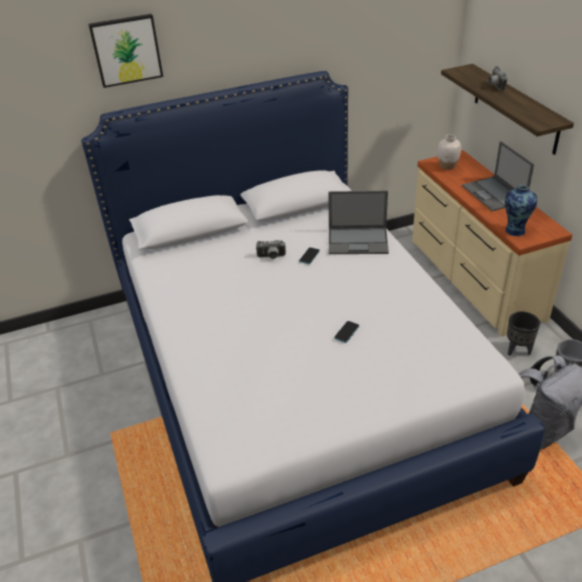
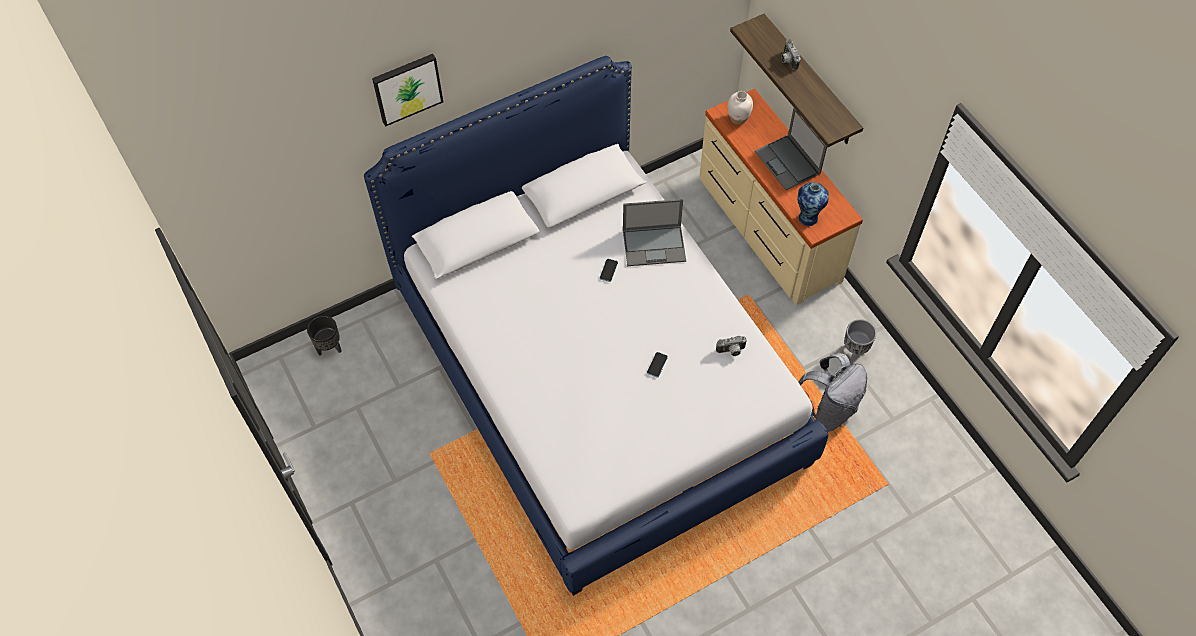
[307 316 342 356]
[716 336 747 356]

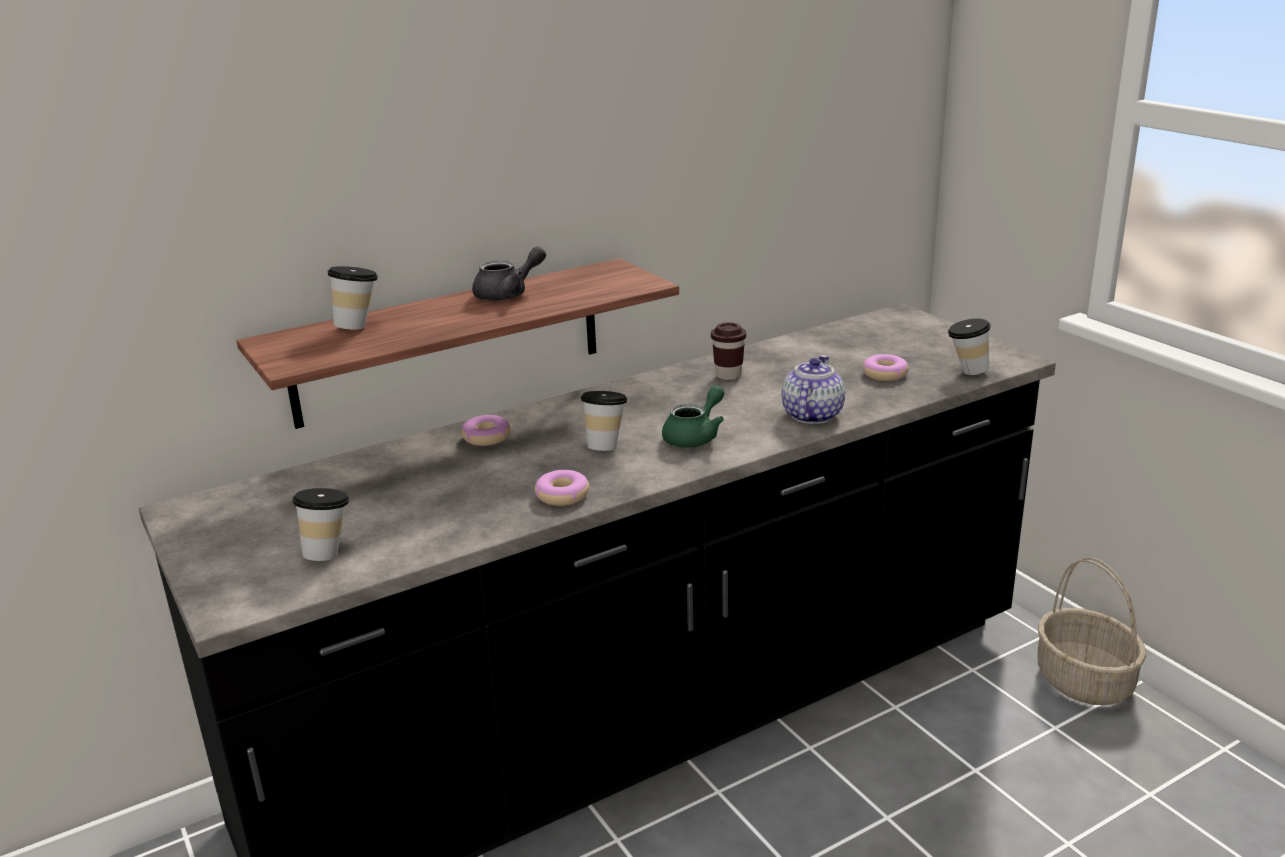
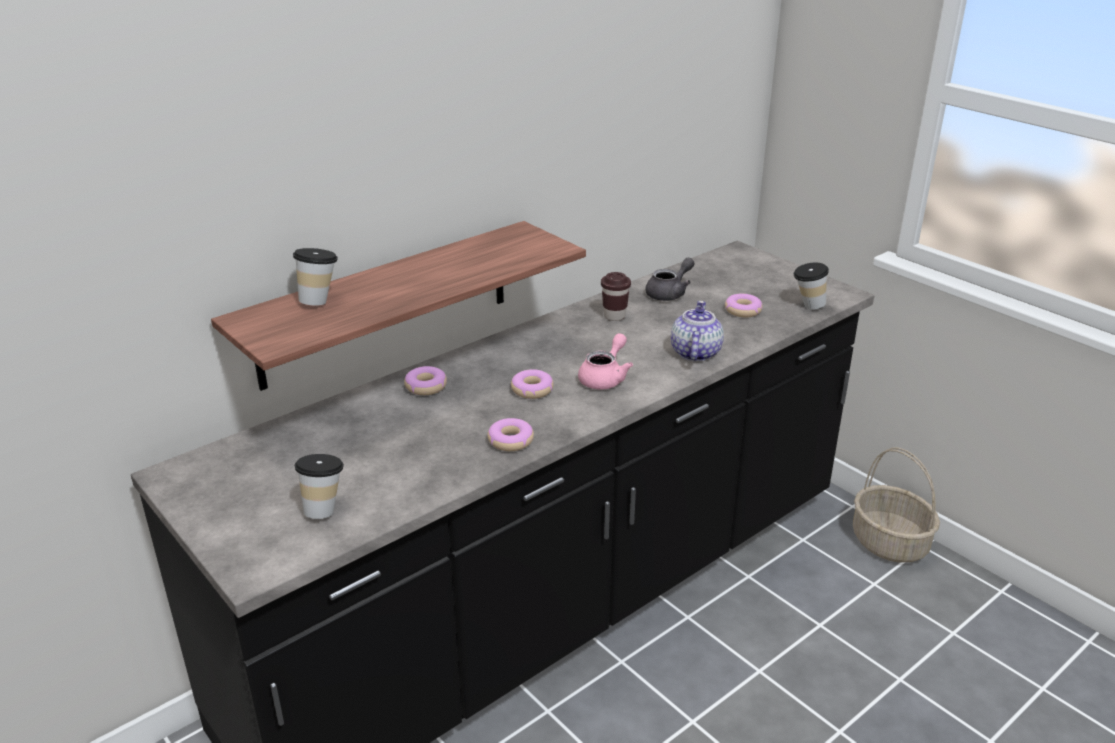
[511 369 554 399]
[578 333 633 389]
[645 258 695 301]

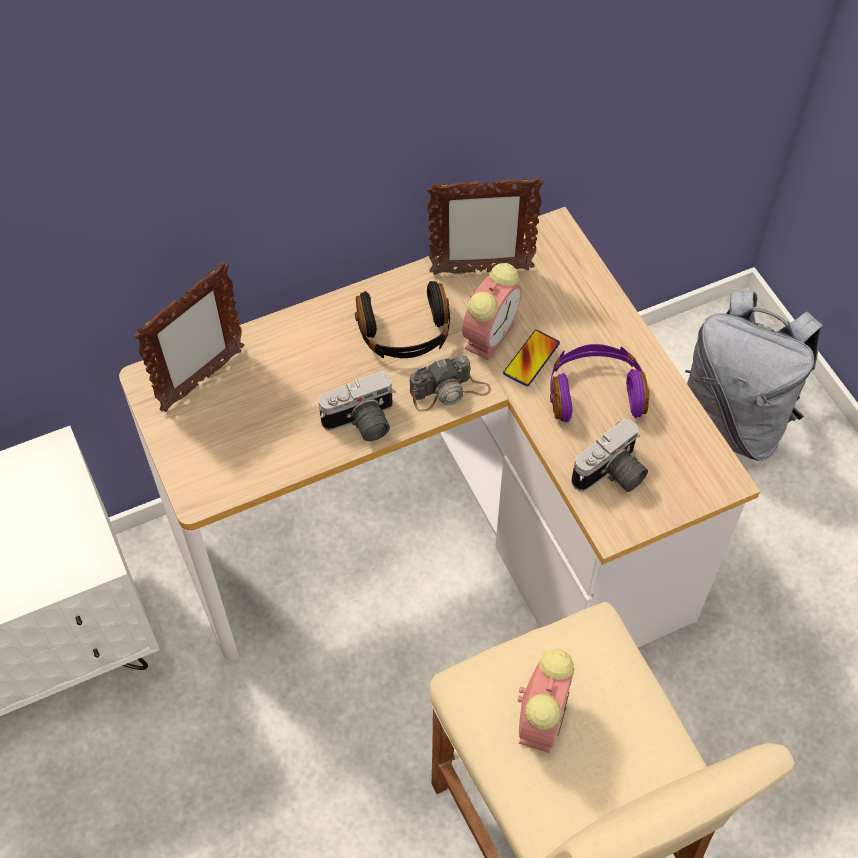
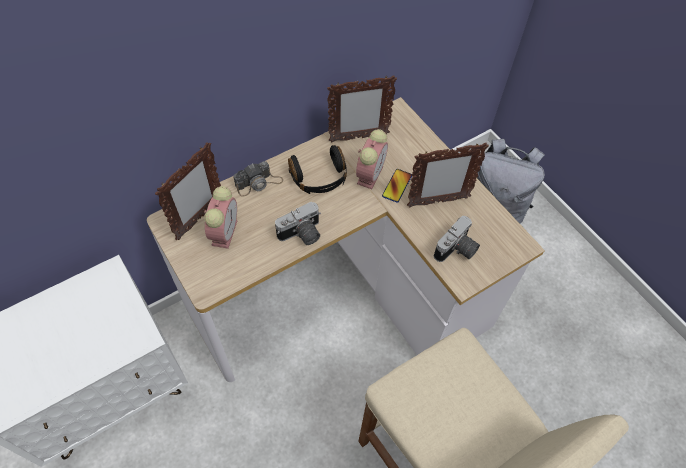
[204 186 238 249]
[233 161 283 197]
[407 143 489 208]

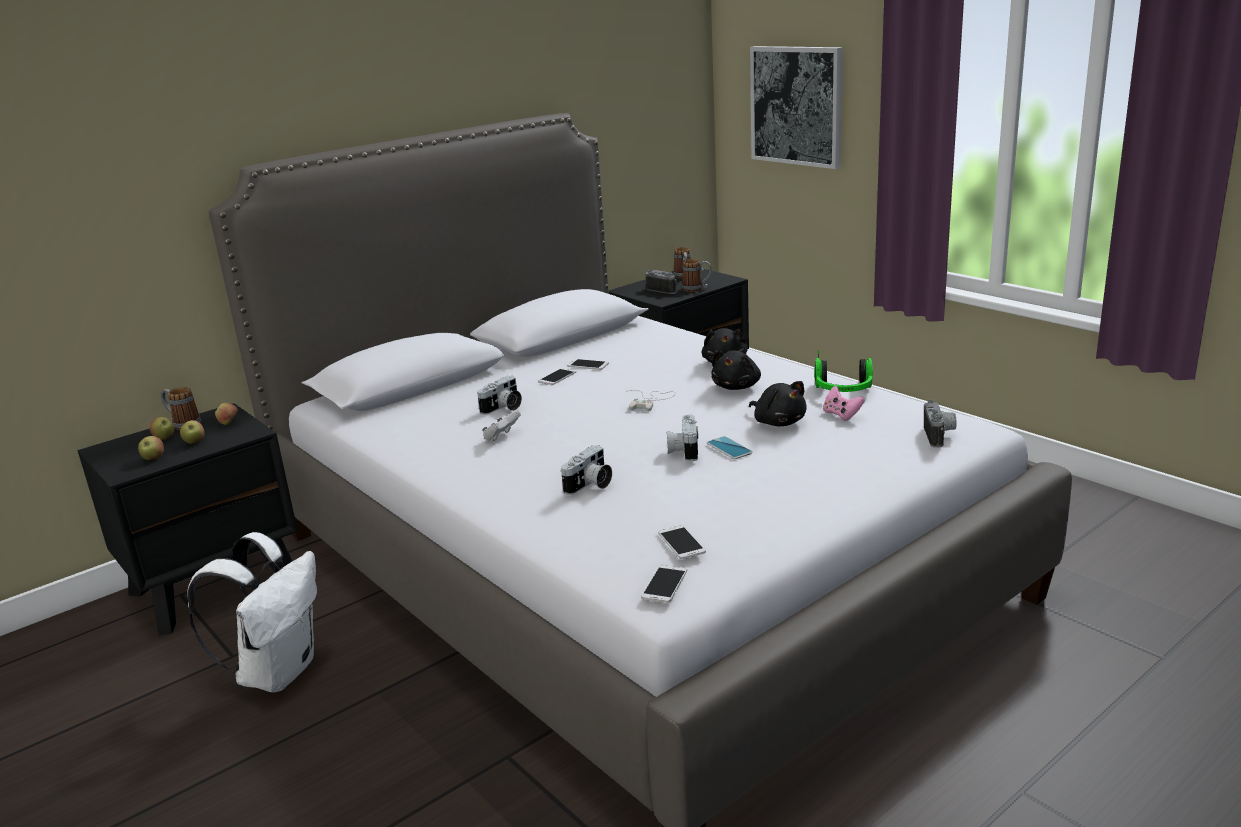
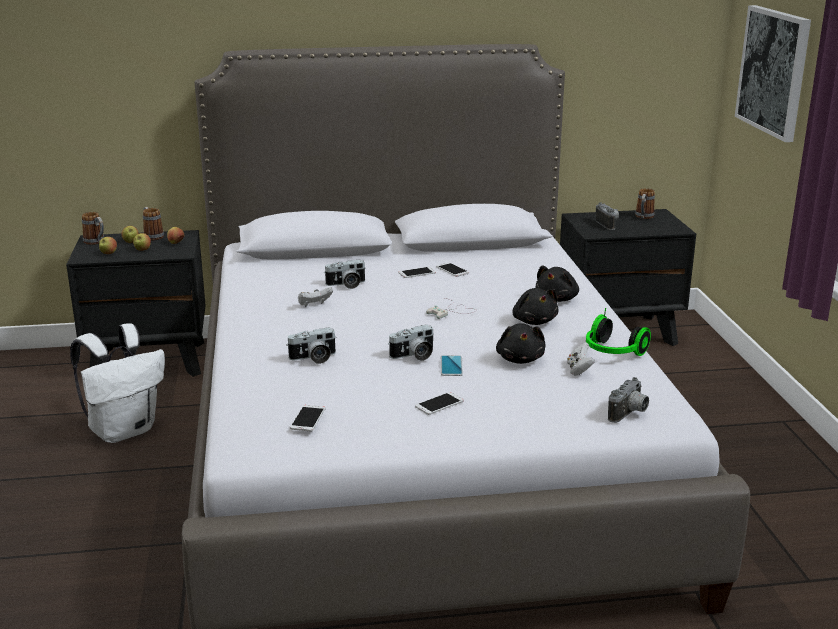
[82 212 104 245]
[388 325 434 361]
[415 392 464 415]
[512 288 558 325]
[567 342 595 376]

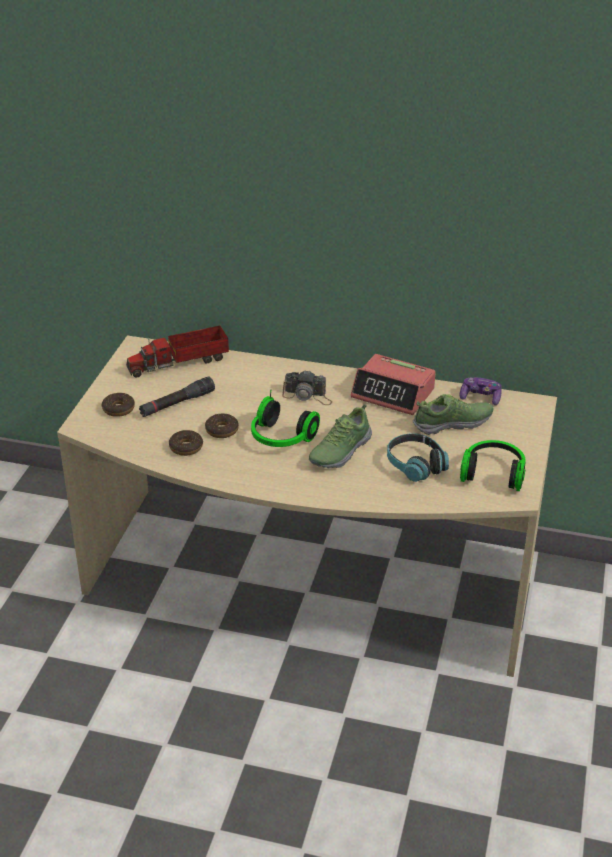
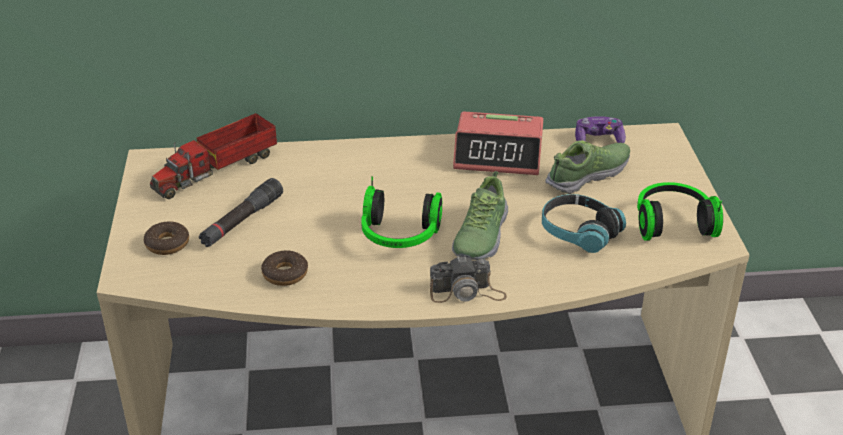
[430 255 507 303]
[205 414 239 438] (first image)

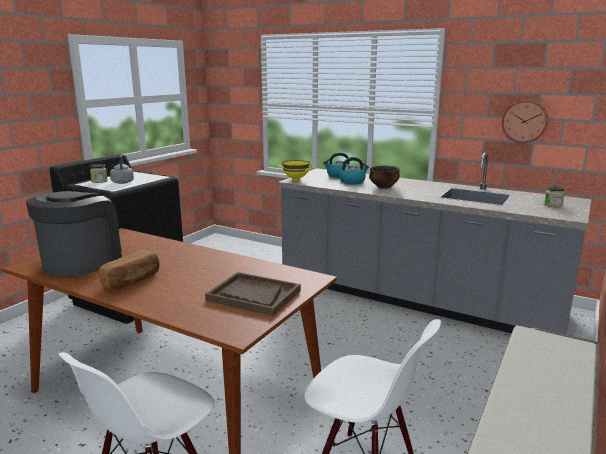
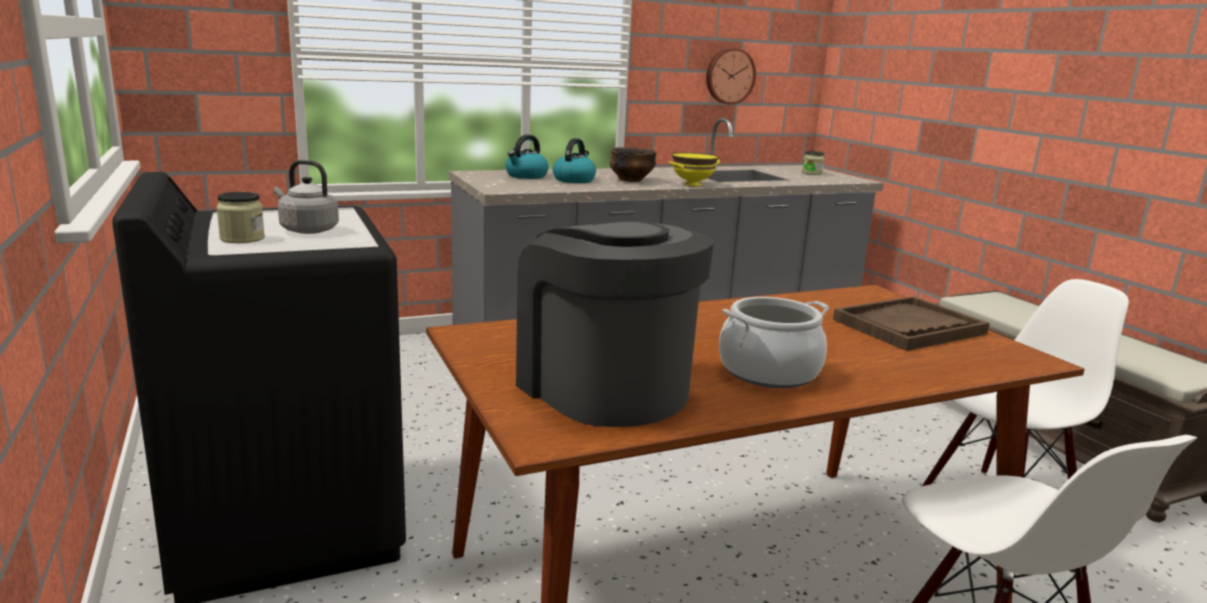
[668 152 720 186]
[719 297 829 388]

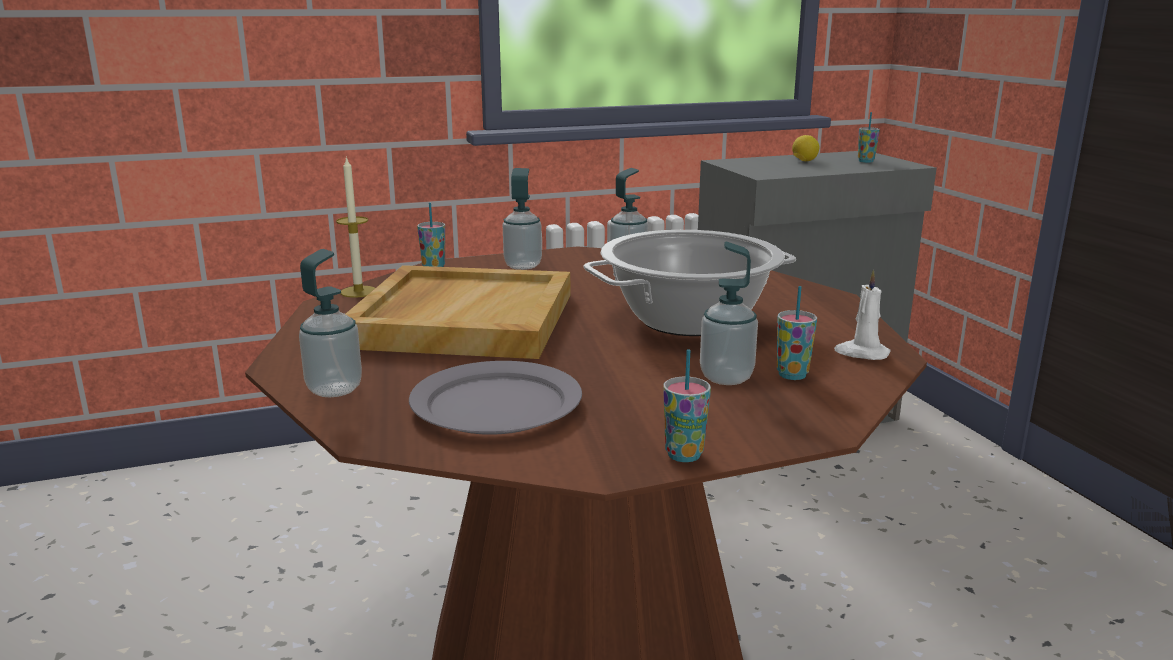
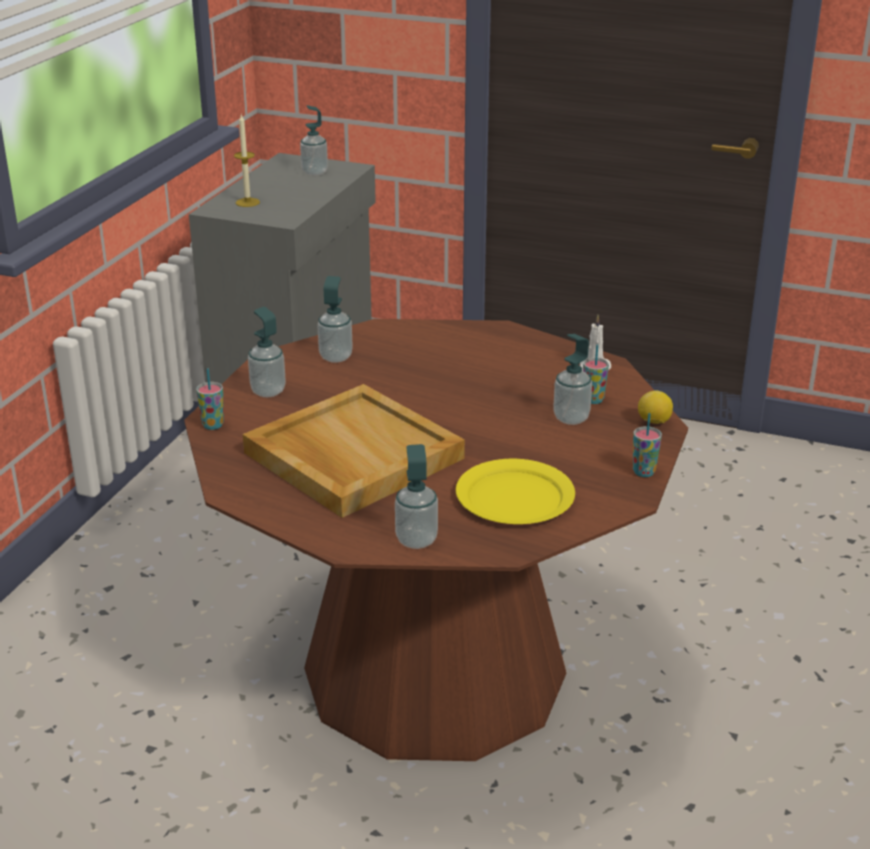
[234 115 260 207]
[300 105 328 176]
[456 459 575 524]
[638 390 673 424]
[584 230 796 336] (first image)

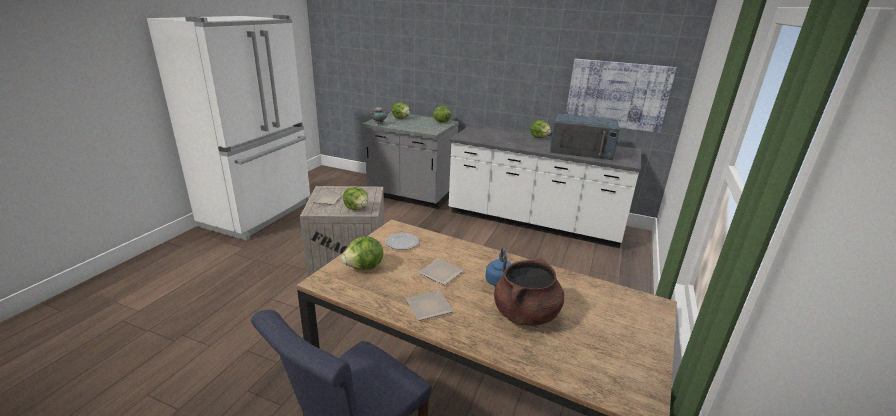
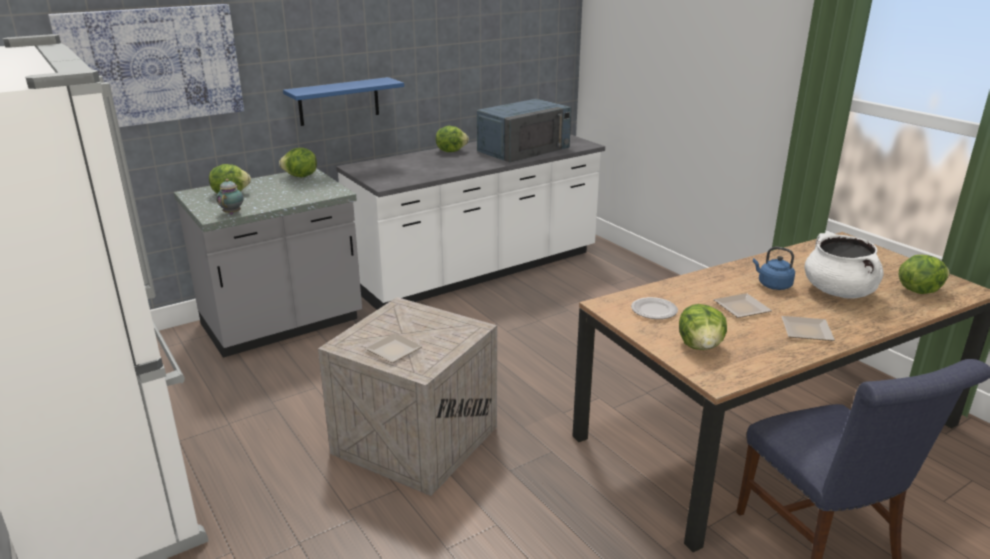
[48 4 244 127]
[283 77 404 126]
[805 233 884 299]
[899 255 950 294]

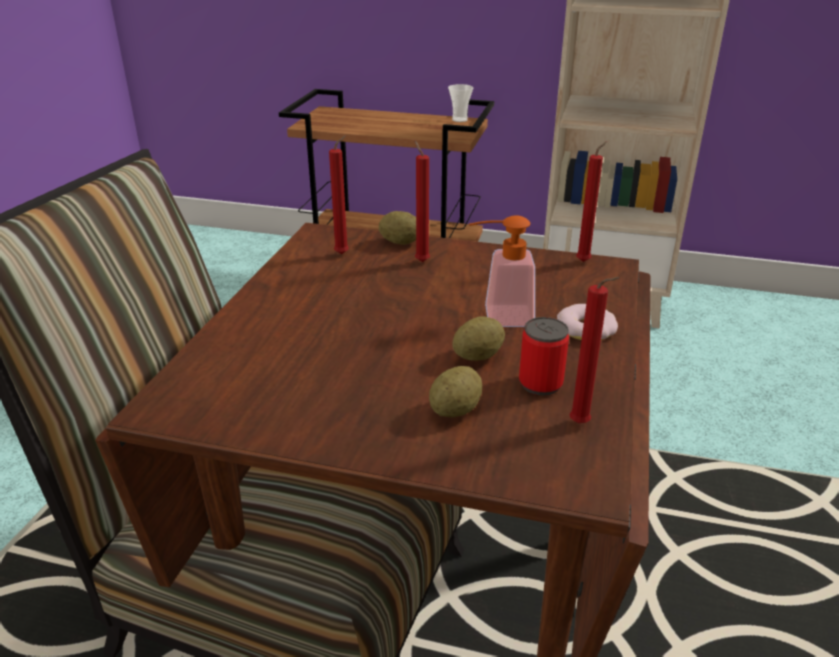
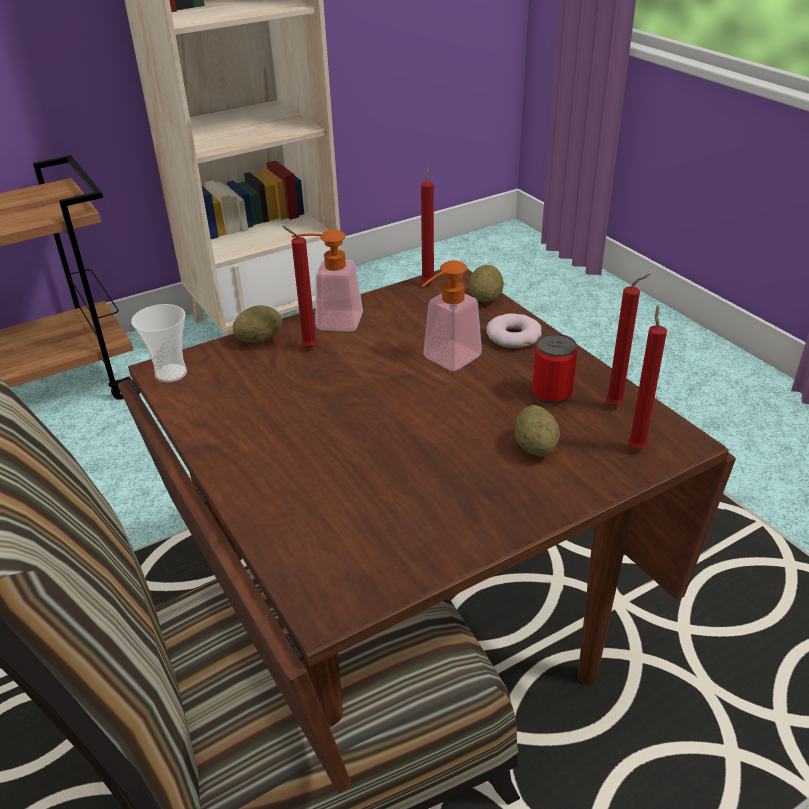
[131 304 187 382]
[292 230 363 332]
[469 265 504 302]
[628 305 667 449]

